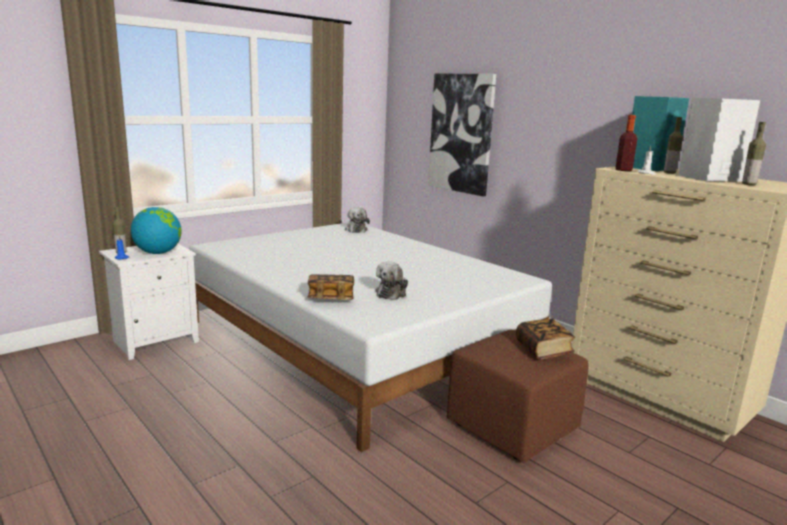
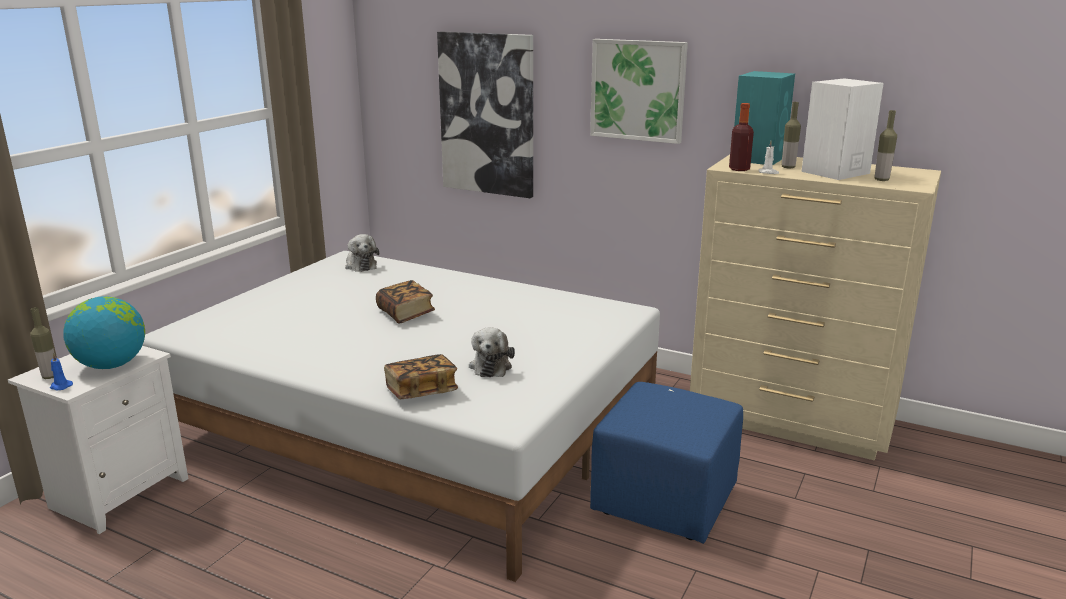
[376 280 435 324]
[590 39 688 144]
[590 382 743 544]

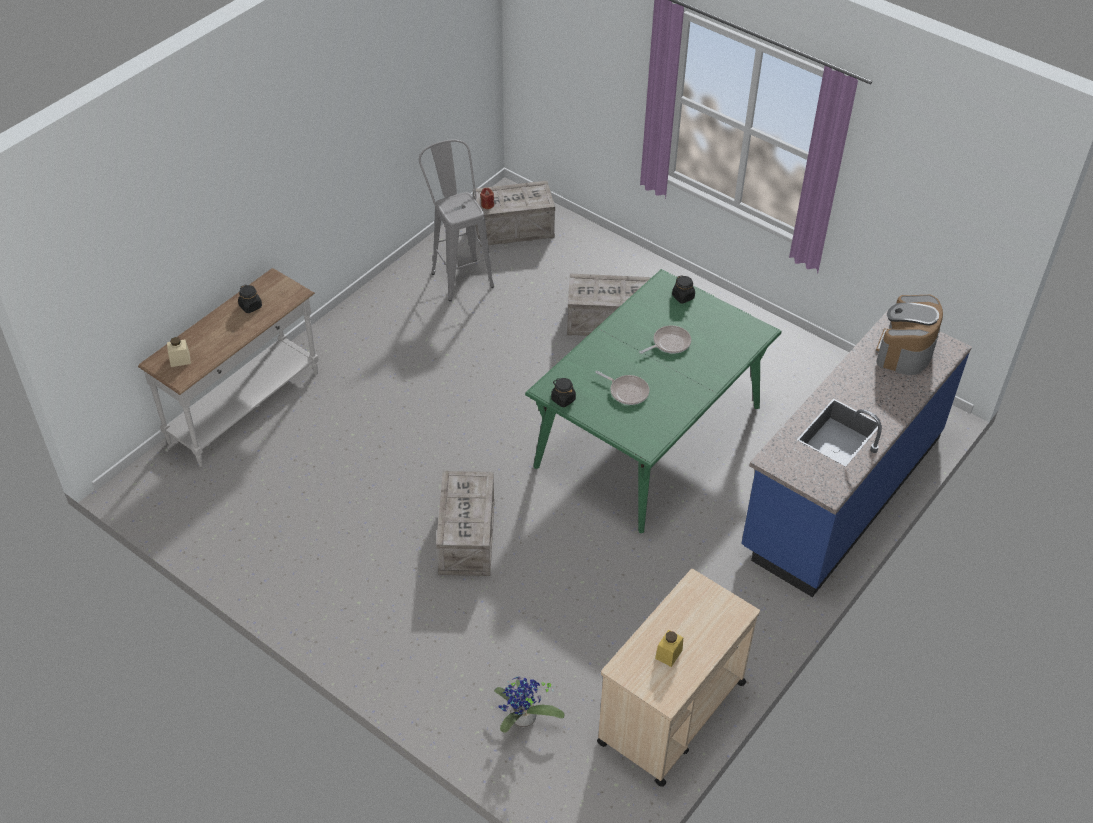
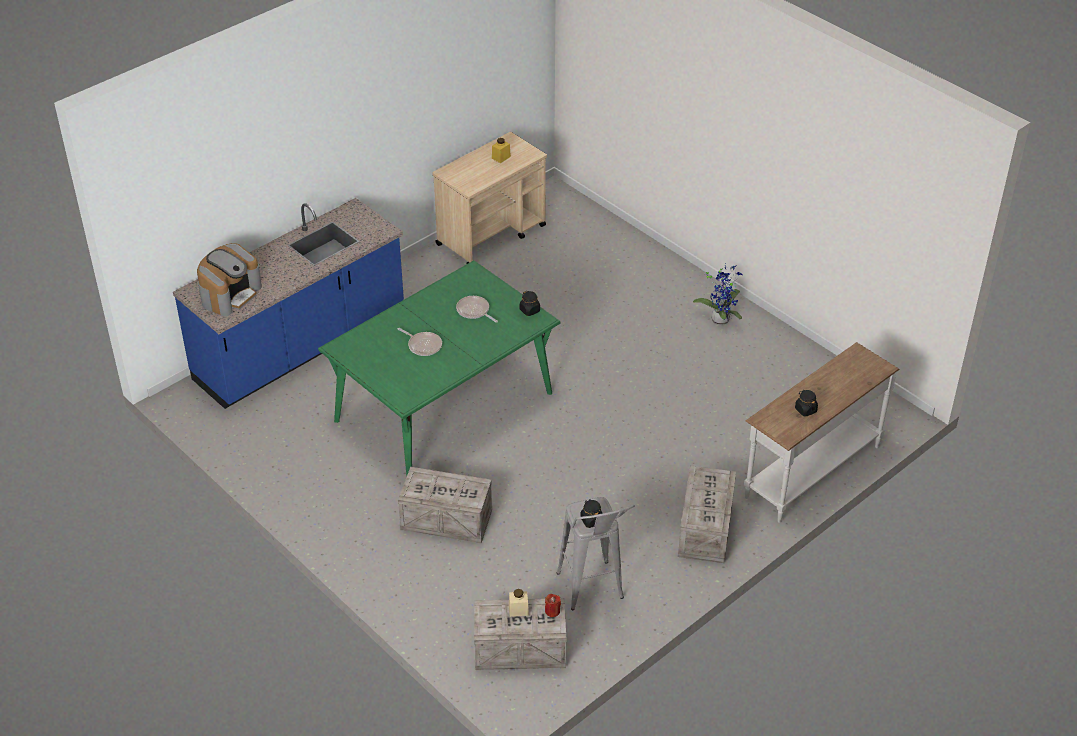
[398 328 442 356]
[509 589 529 617]
[580 499 602 528]
[678 465 736 563]
[693 264 743 325]

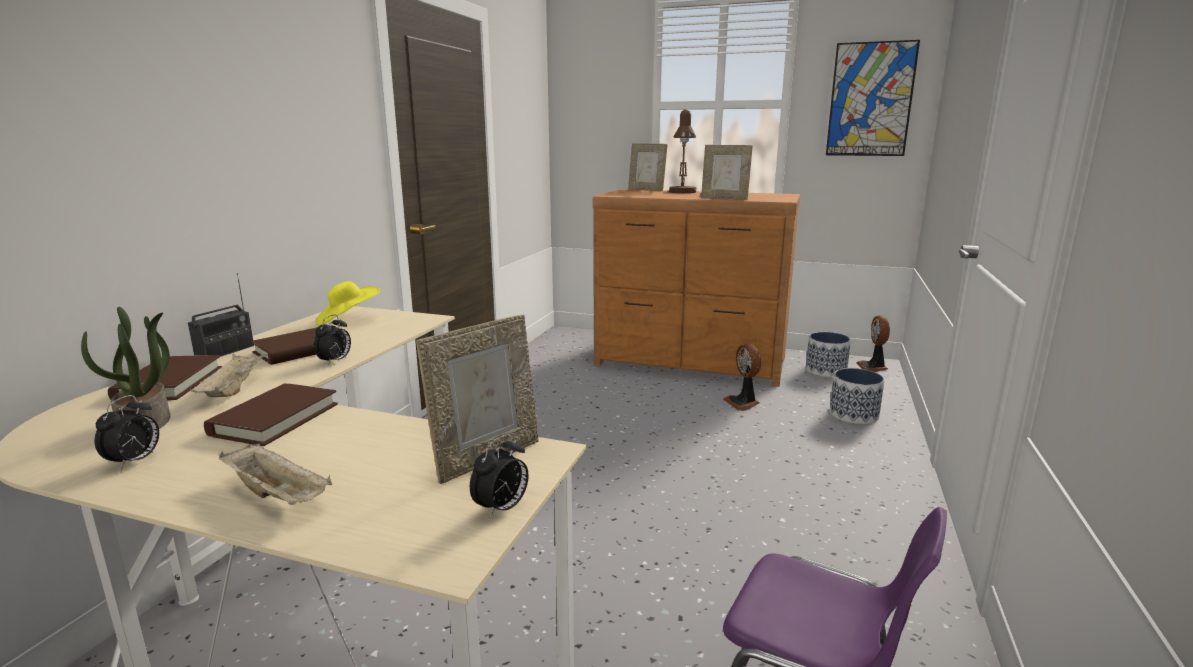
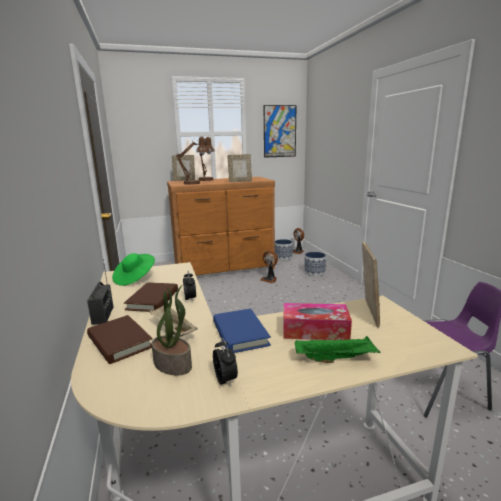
[112 253 155 286]
[176 137 209 185]
[213 308 271 353]
[283 303 352 340]
[295 336 380 363]
[470 434 529 519] (first image)

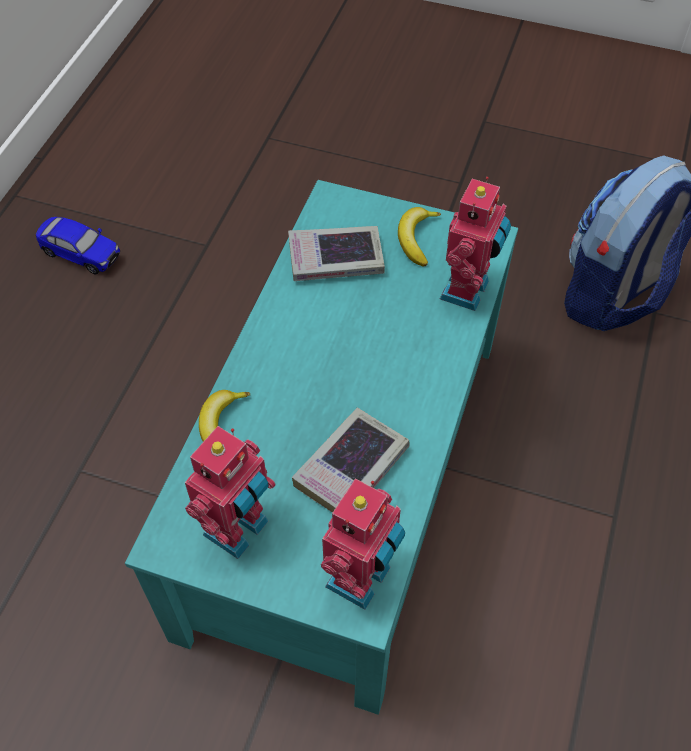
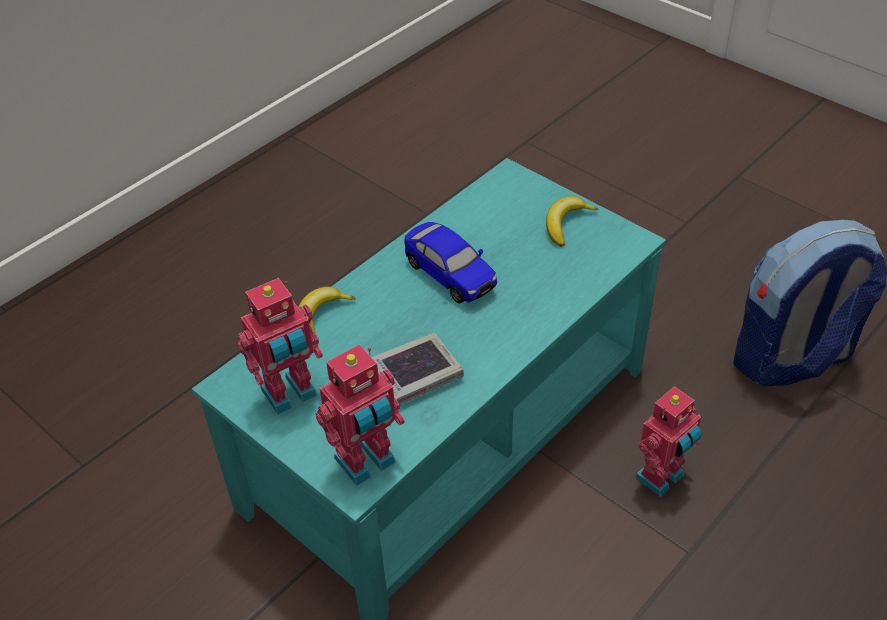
[404 222 497 303]
[634 386 702 497]
[288 226 385 281] (first image)

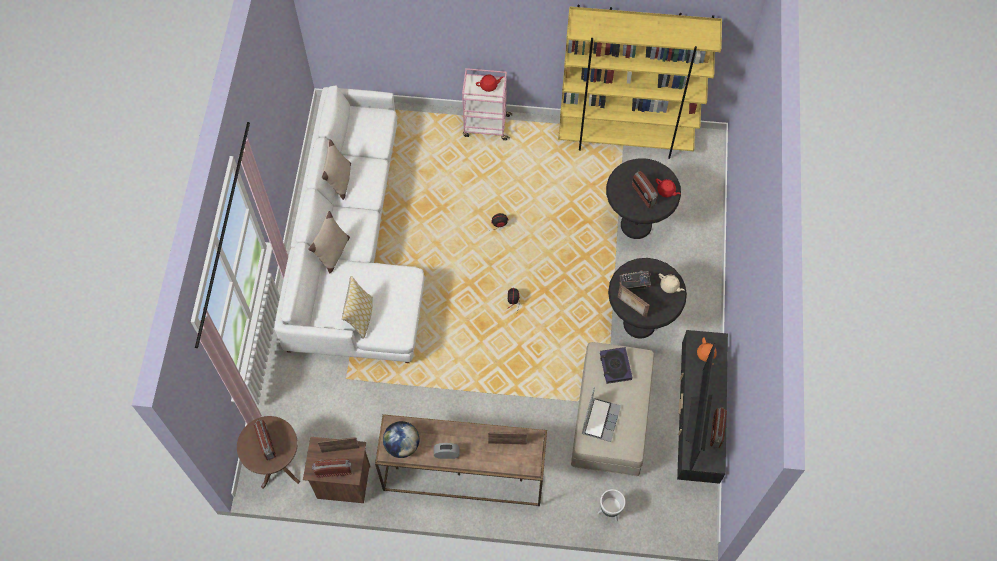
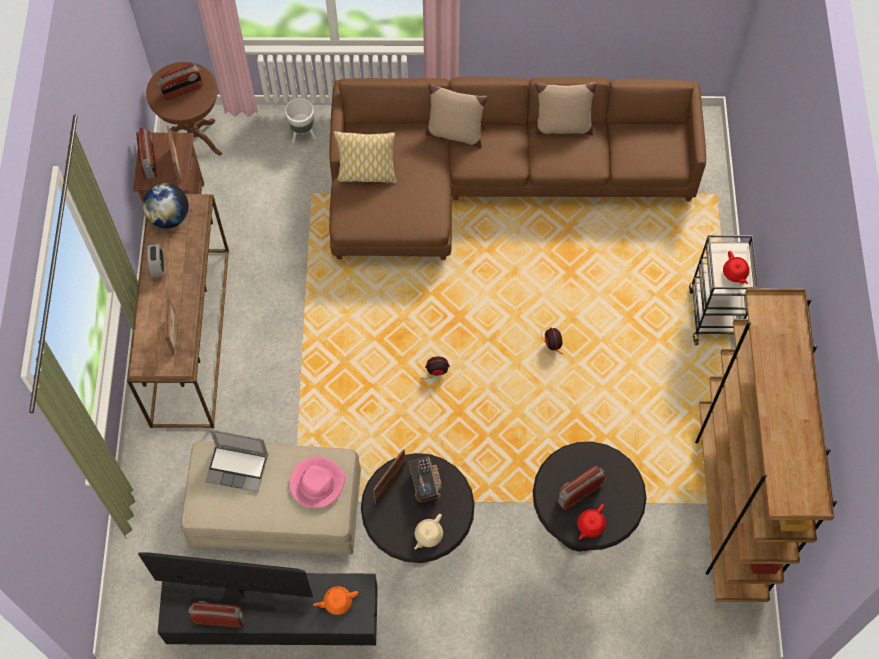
[285 98 317 143]
[289 457 345 508]
[329 77 706 260]
[689 235 759 345]
[695 288 837 602]

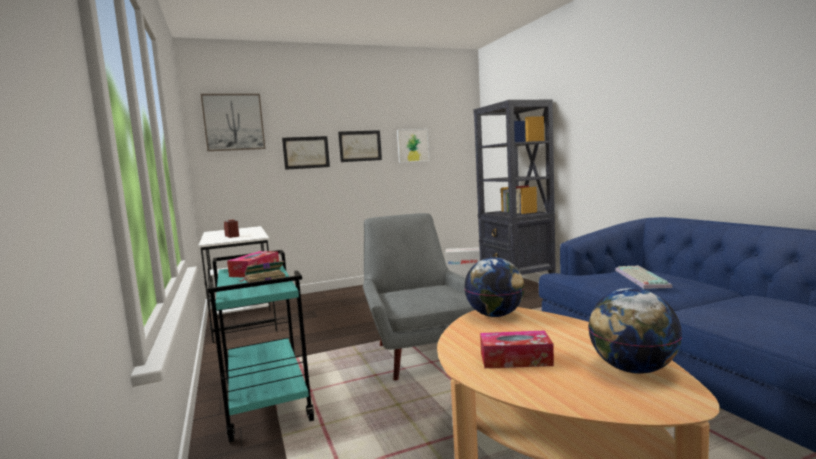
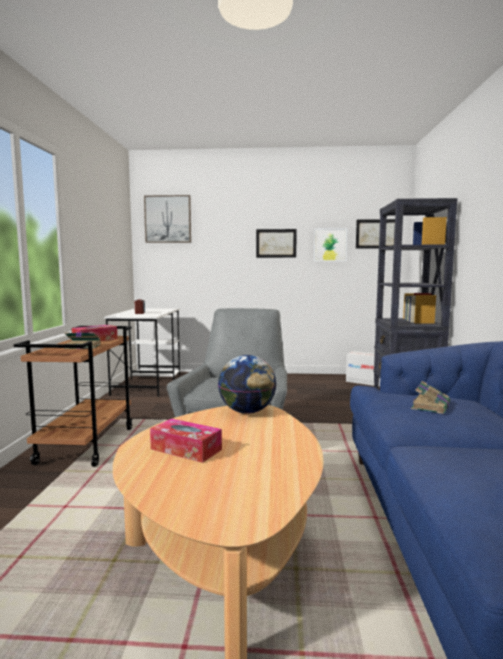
[14 326 133 467]
[356 219 395 249]
[411 381 450 414]
[588 288 682 374] (first image)

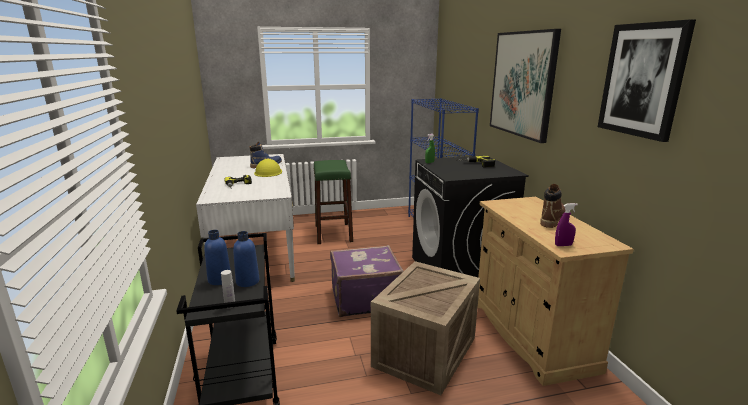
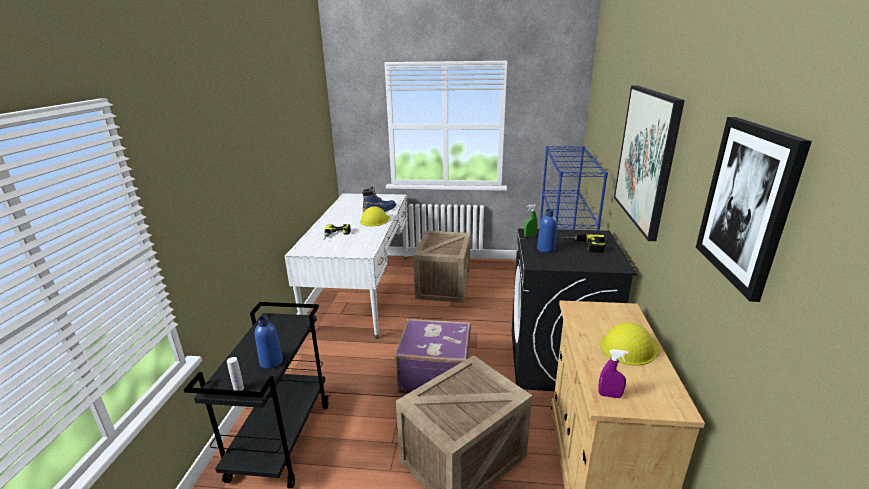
[413 231 470 303]
[537 209 557 253]
[600 322 660 366]

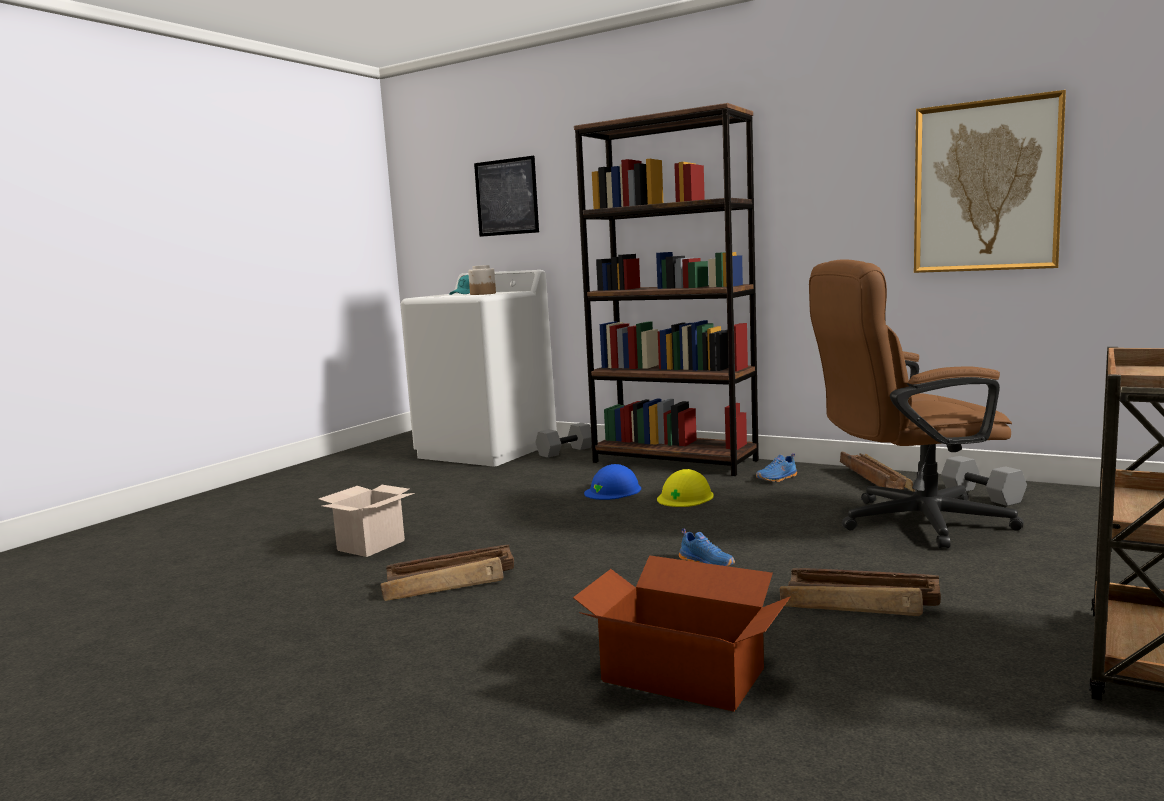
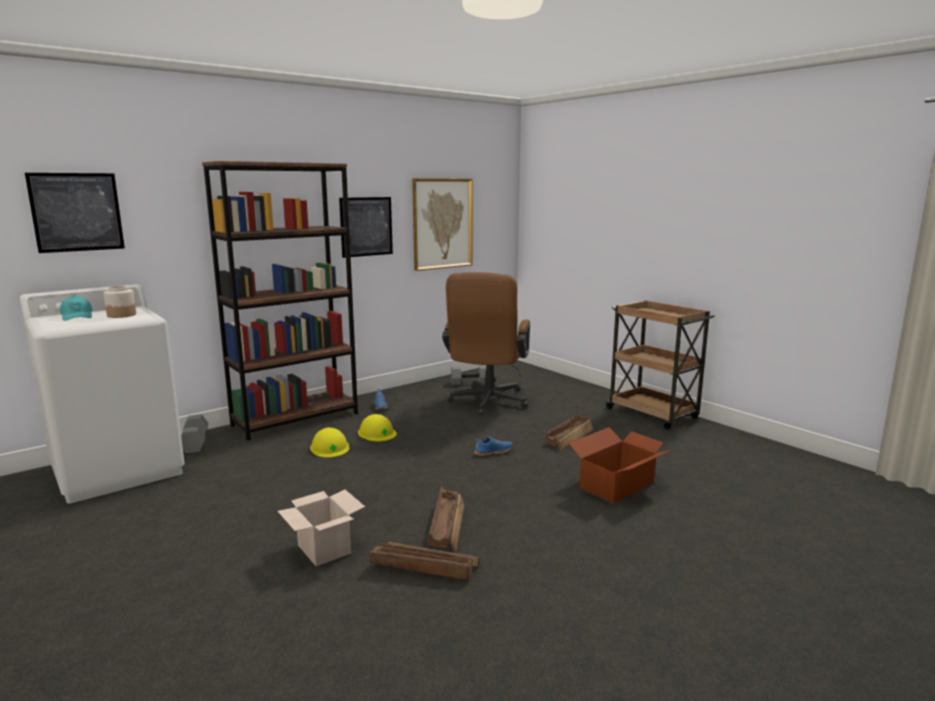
[310 428 349 458]
[339 197 393 258]
[369 542 479 580]

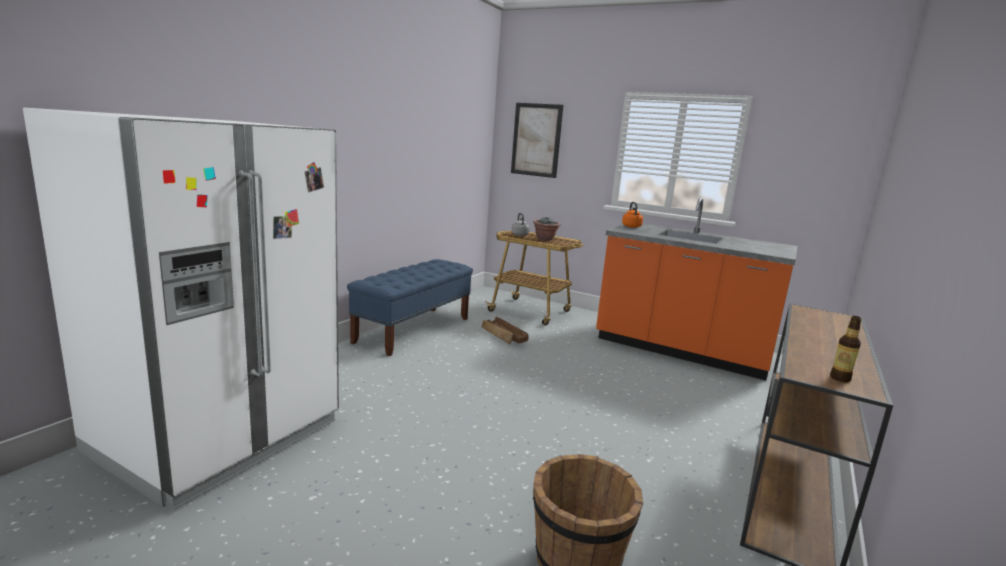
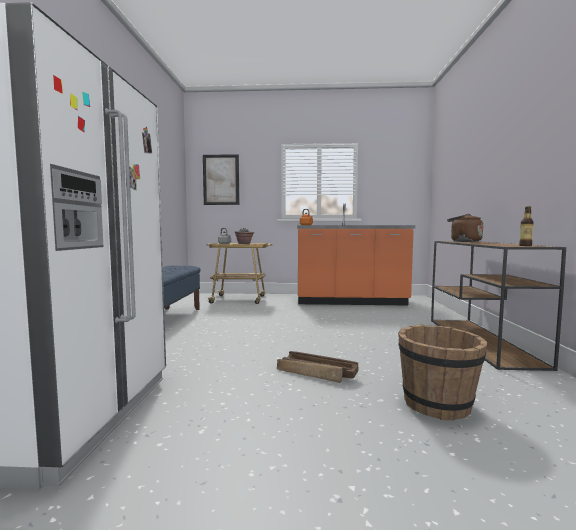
[277 351 359 383]
[447 214 483 242]

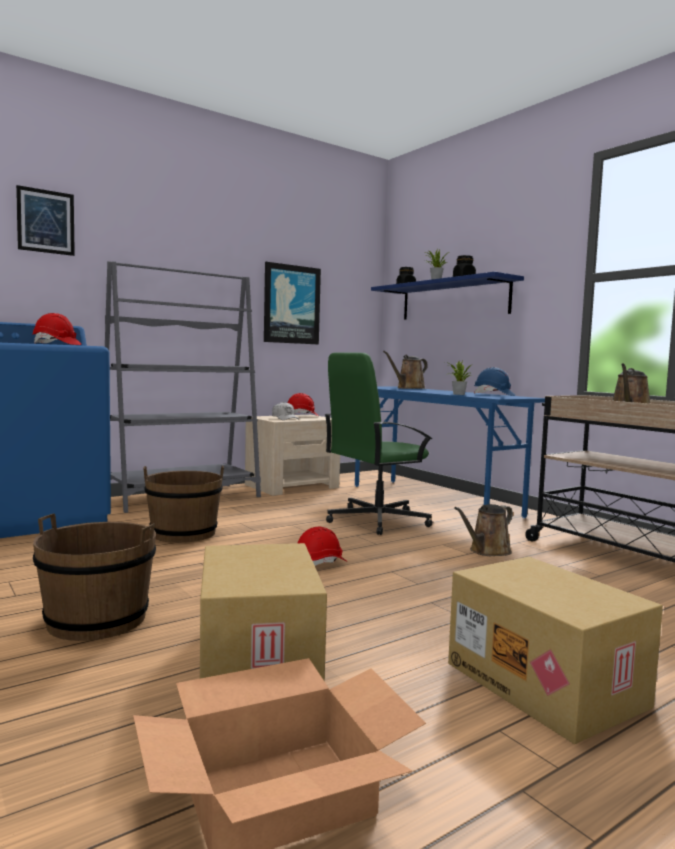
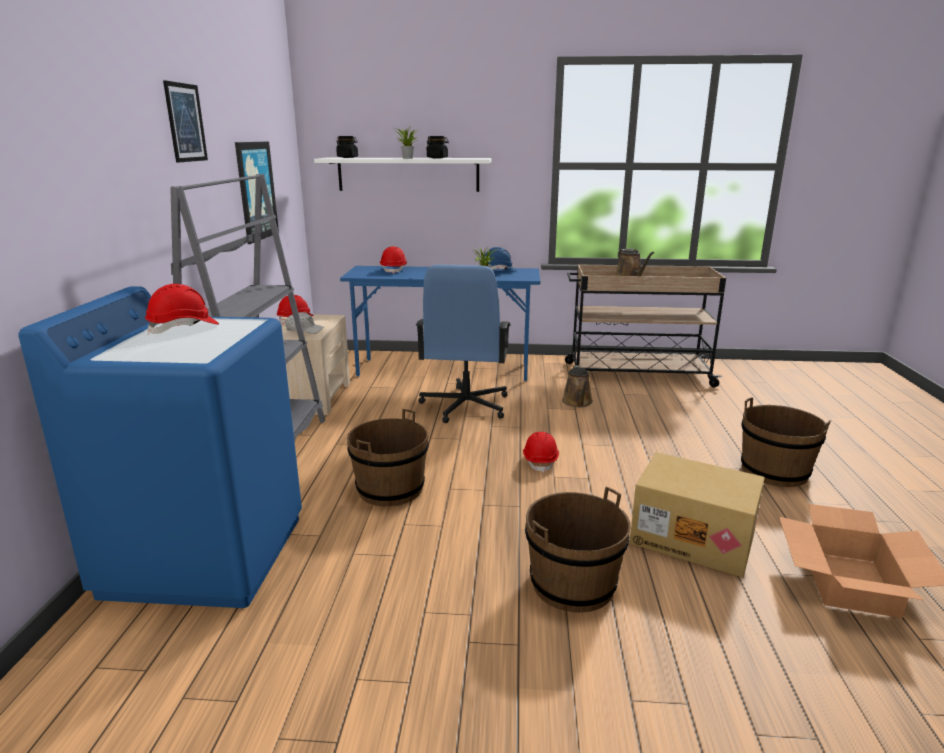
[163 80 208 163]
[314 158 491 192]
[380 246 407 274]
[416 265 511 423]
[741 397 831 487]

